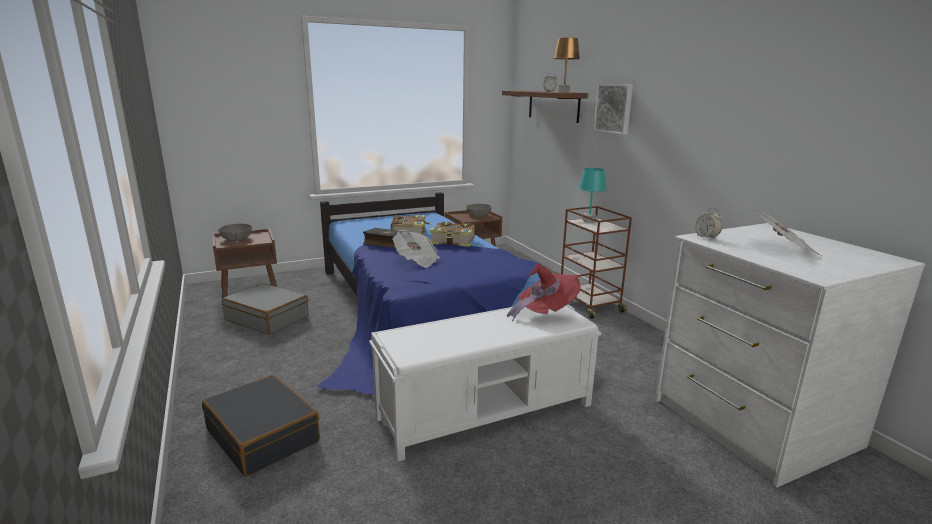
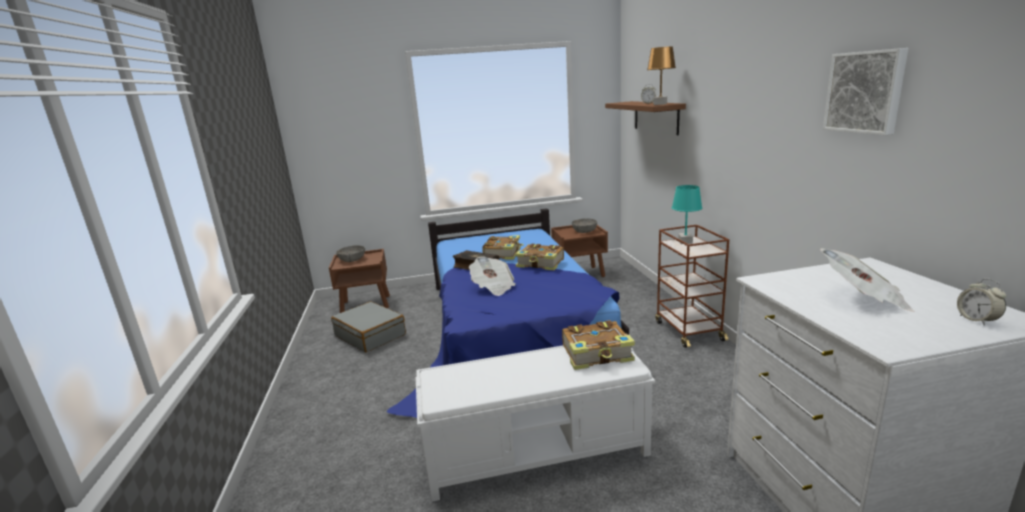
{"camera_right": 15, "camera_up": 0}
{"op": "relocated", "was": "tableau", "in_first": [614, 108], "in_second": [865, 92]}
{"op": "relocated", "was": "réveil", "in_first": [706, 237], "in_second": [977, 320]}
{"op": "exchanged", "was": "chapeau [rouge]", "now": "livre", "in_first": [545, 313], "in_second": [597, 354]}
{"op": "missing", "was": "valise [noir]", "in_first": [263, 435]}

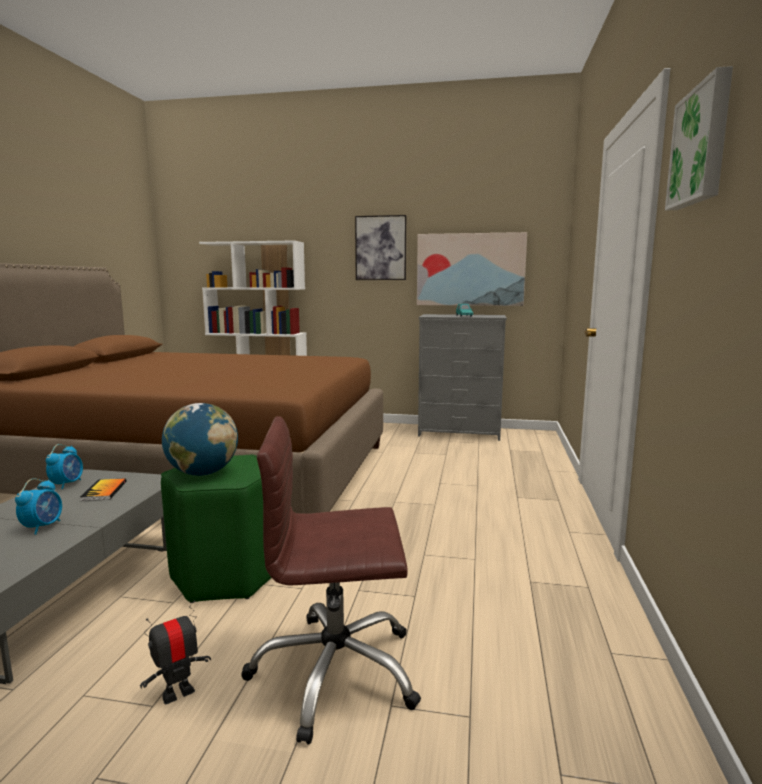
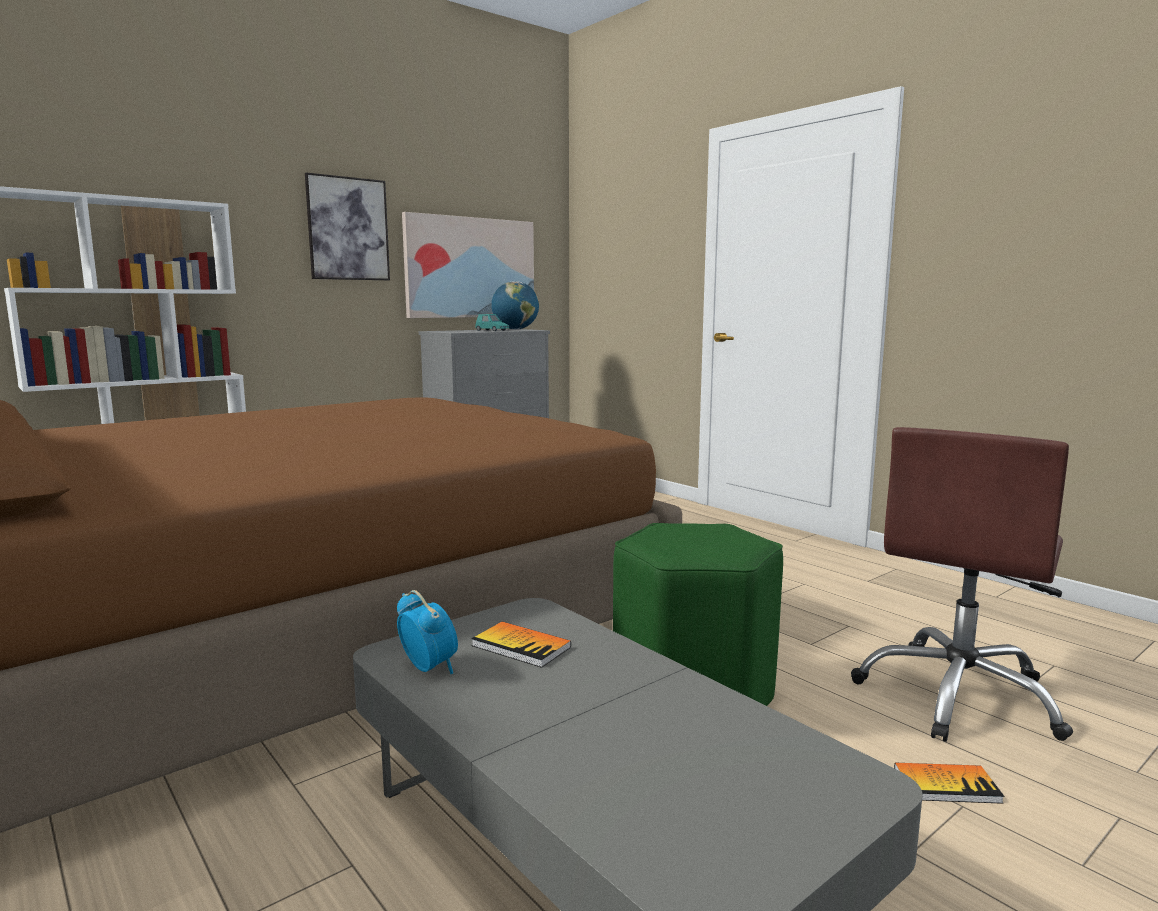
{"camera_right": -50, "camera_up": 0}
{"op": "missing", "was": "tableau", "in_first": [702, 146]}
{"op": "relocated", "was": "globe", "in_first": [202, 473], "in_second": [515, 329]}
{"op": "missing", "was": "réveil", "in_first": [43, 527]}
{"op": "exchanged", "was": "robot jouet", "now": "livre", "in_first": [178, 693], "in_second": [946, 785]}

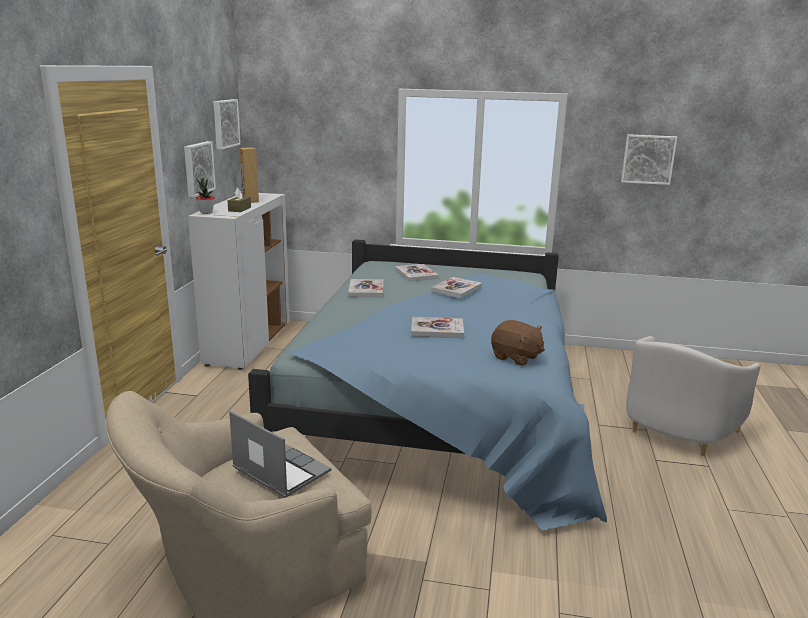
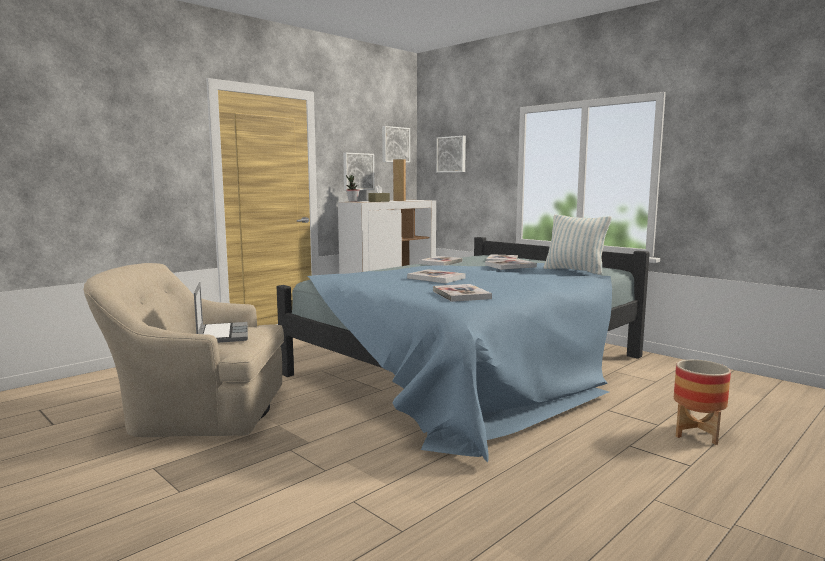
{"camera_right": 35, "camera_up": -10}
{"op": "relocated", "was": "tableau", "in_first": [648, 159], "in_second": [452, 154]}
{"op": "exchanged", "was": "peluche [marron]", "now": "livre", "in_first": [516, 357], "in_second": [461, 295]}
{"op": "exchanged", "was": "fauteuil [blanc]", "now": "cache-pot", "in_first": [677, 431], "in_second": [696, 434]}
{"op": "appeared", "now": "coussin", "in_second": [575, 271]}

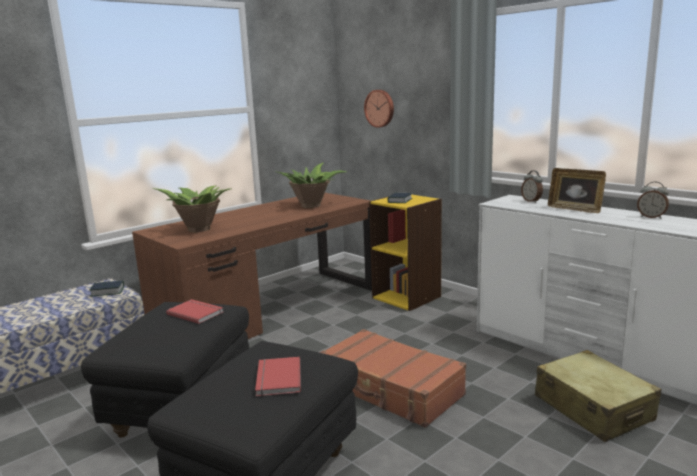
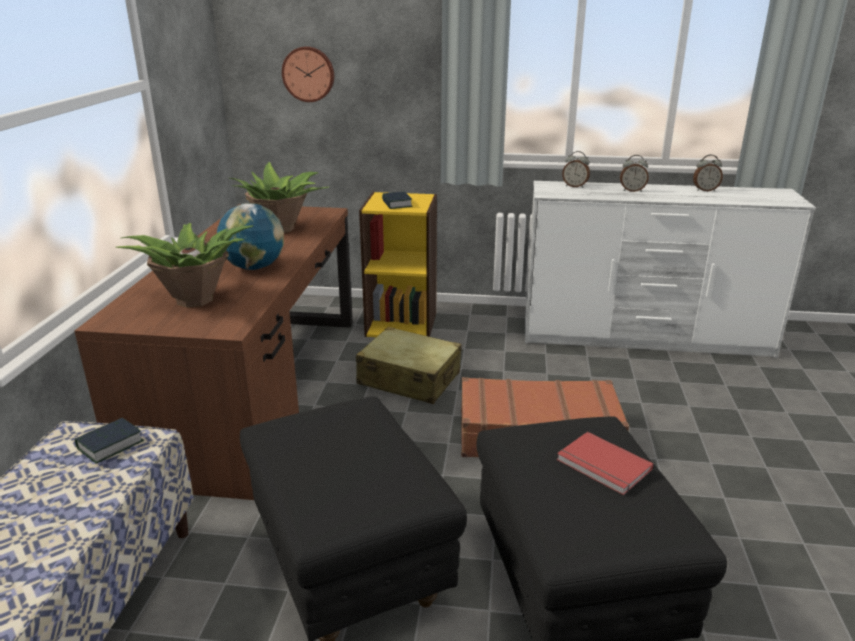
{"camera_right": -40, "camera_up": 10}
{"op": "exchanged", "was": "cadre photo", "now": "réveil", "in_first": [575, 209], "in_second": [632, 190]}
{"op": "missing", "was": "livre [rouge]", "in_first": [196, 313]}
{"op": "relocated", "was": "valise [beige]", "in_first": [593, 408], "in_second": [409, 379]}
{"op": "appeared", "now": "globe", "in_second": [254, 267]}

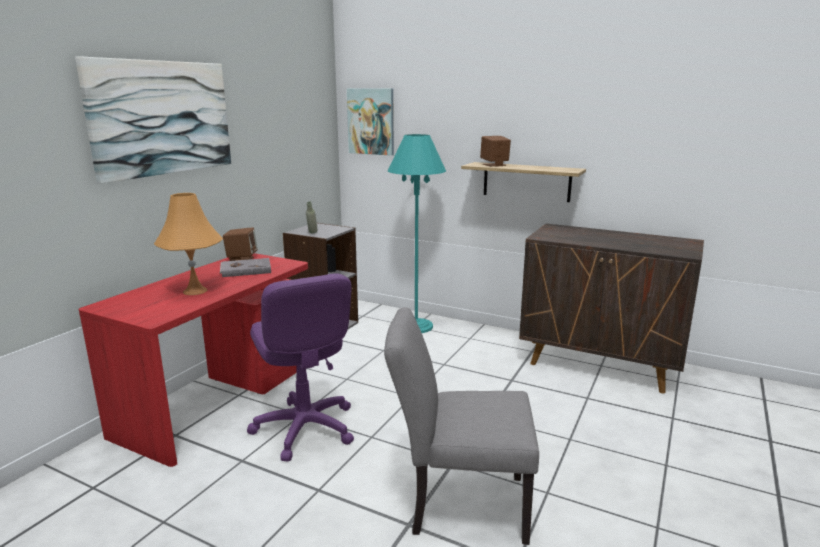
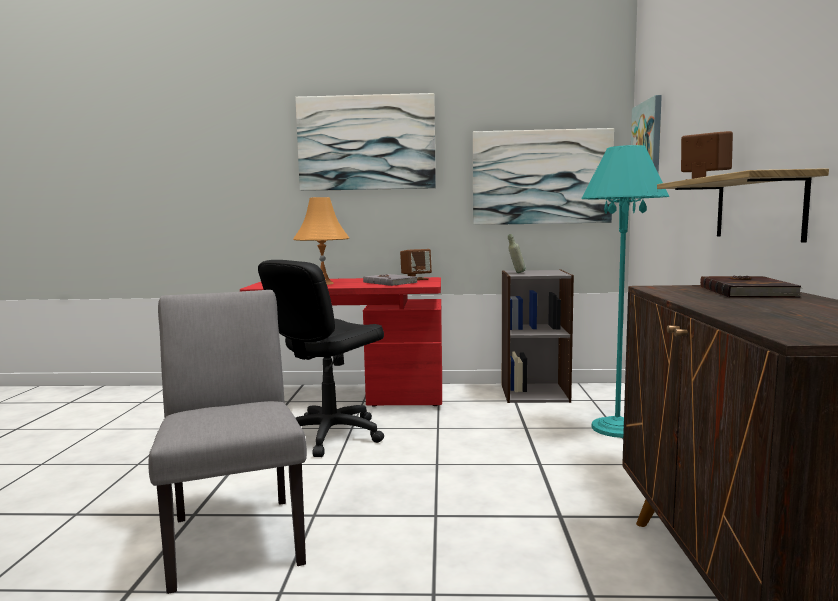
{"camera_right": 65, "camera_up": -10}
{"op": "colour", "was": "chaise de bureau [violet]", "now": "chaise de bureau [noir]", "in_first": [304, 428], "in_second": [329, 435]}
{"op": "appeared", "now": "tableau", "in_second": [541, 177]}
{"op": "appeared", "now": "livre [marron]", "in_second": [748, 291]}

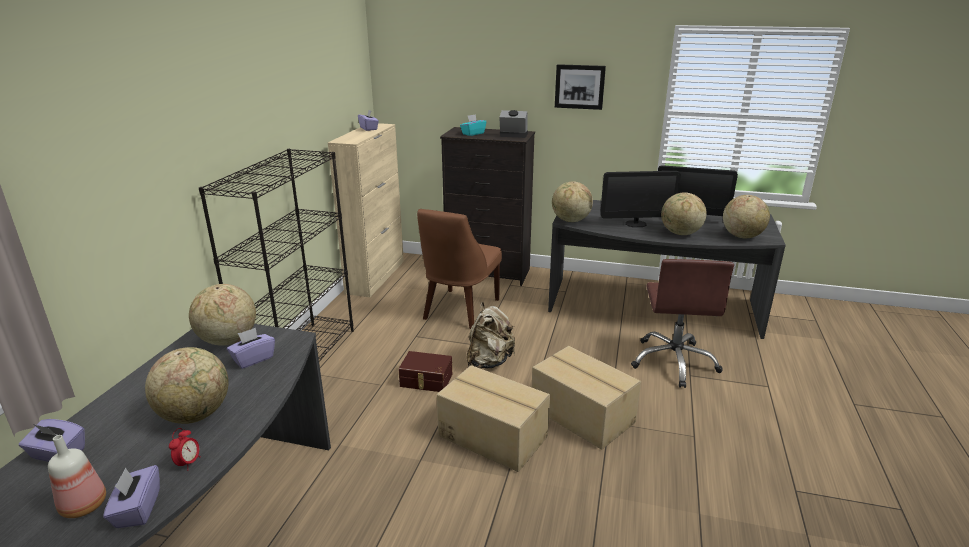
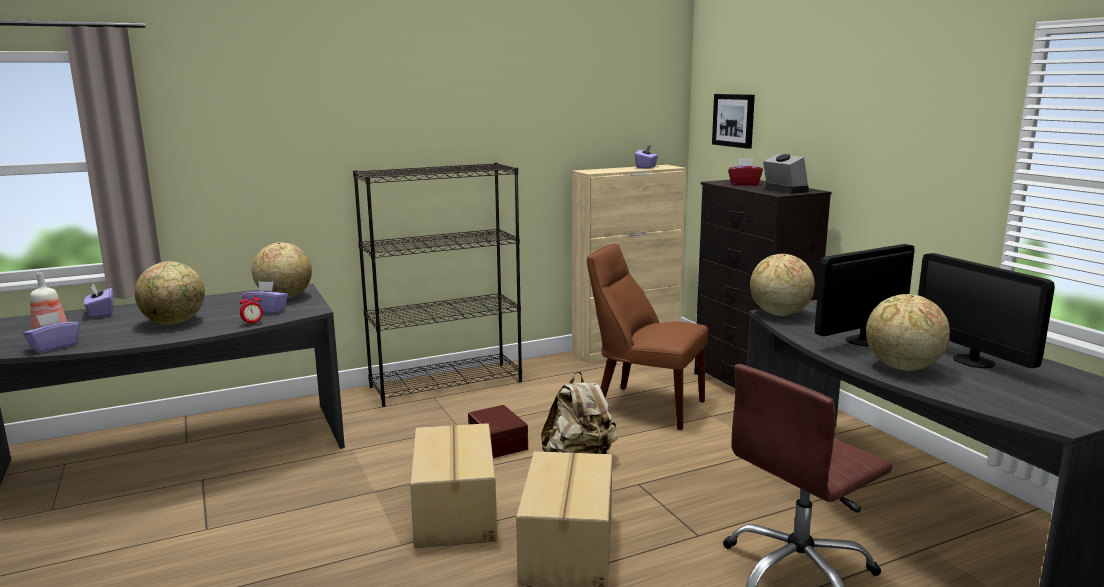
{"camera_right": 50, "camera_up": -10}
{"op": "relocated", "was": "tableau", "in_first": [579, 86], "in_second": [734, 120]}
{"op": "colour", "was": "boîte à mouchoirs [turquoise]", "now": "boîte à mouchoirs [rouge]", "in_first": [473, 133], "in_second": [744, 184]}
{"op": "spun", "was": "écran d'ordinateur", "in_first": [635, 224], "in_second": [863, 340], "clockwise": 105}
{"op": "missing", "was": "globe", "in_first": [742, 236]}
{"op": "spun", "was": "chaise [marron]", "in_first": [459, 310], "in_second": [644, 406], "clockwise": 45}
{"op": "relocated", "was": "réveil", "in_first": [188, 463], "in_second": [253, 324]}

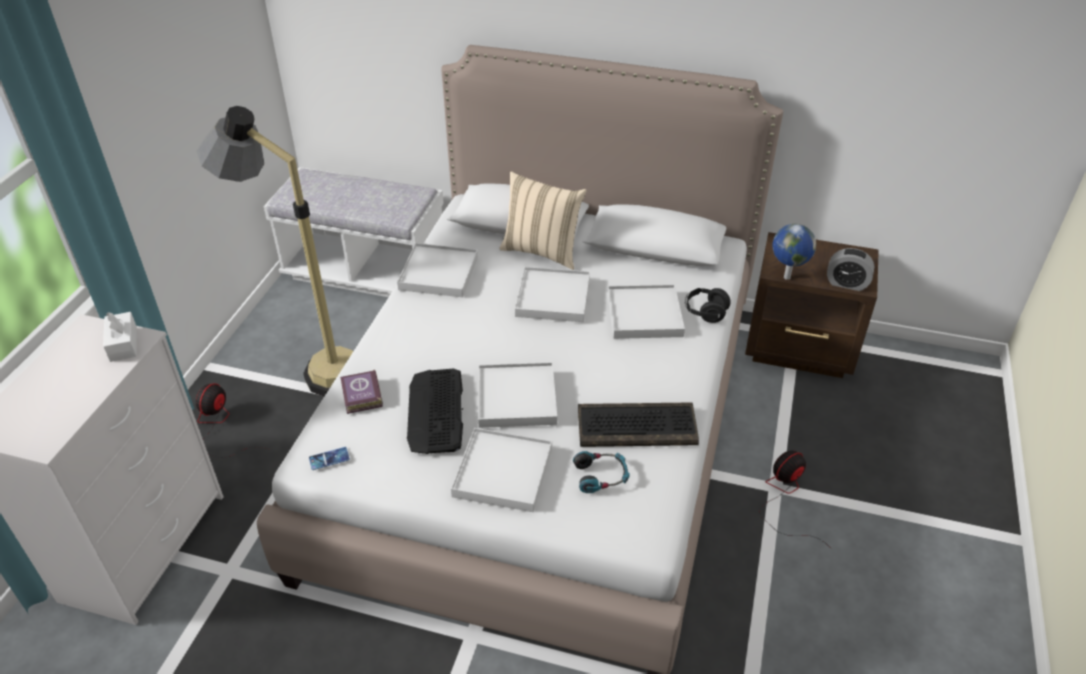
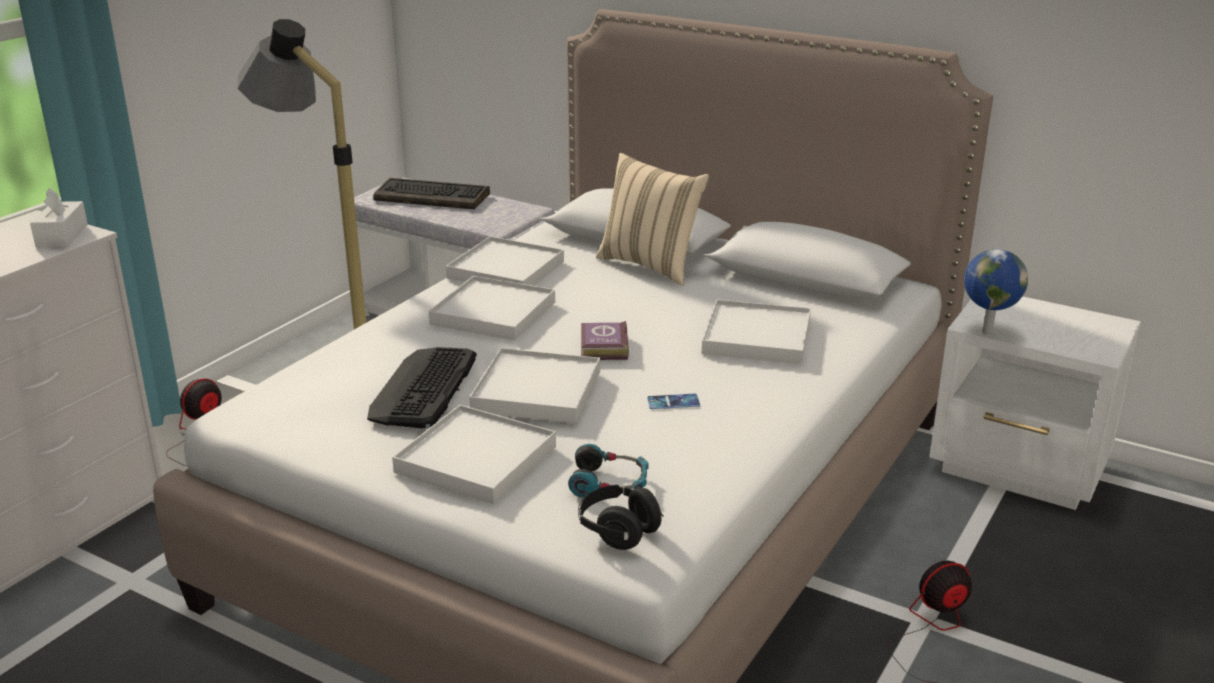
{"camera_right": 15, "camera_up": -15}
{"op": "colour", "was": "table de chevet [marron]", "now": "table de chevet [blanc]", "in_first": [800, 350], "in_second": [1020, 469]}
{"op": "missing", "was": "réveil", "in_first": [846, 283]}
{"op": "relocated", "was": "plateau [blanc]", "in_first": [552, 298], "in_second": [493, 313]}
{"op": "relocated", "was": "casque audio [noir]", "in_first": [705, 312], "in_second": [618, 531]}
{"op": "relocated", "was": "livre", "in_first": [361, 396], "in_second": [603, 347]}
{"op": "relocated", "was": "clavier", "in_first": [637, 426], "in_second": [433, 197]}
{"op": "relocated", "was": "téléphone", "in_first": [329, 458], "in_second": [673, 402]}

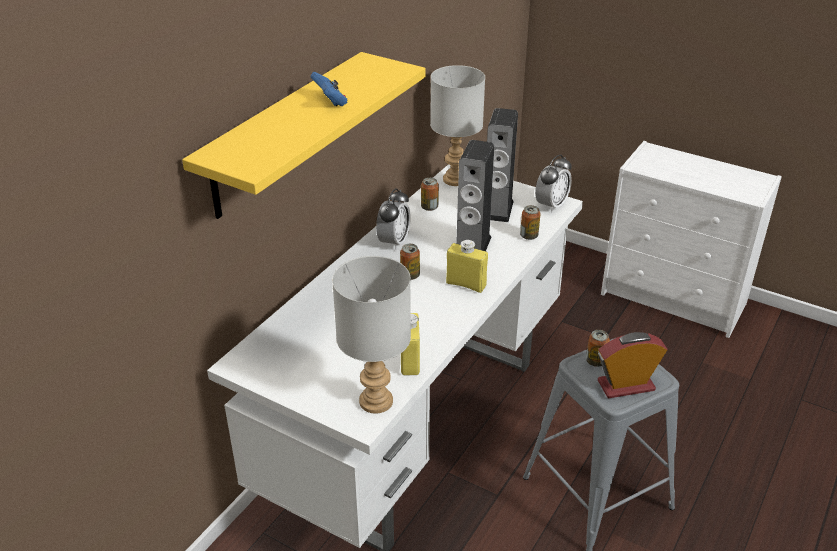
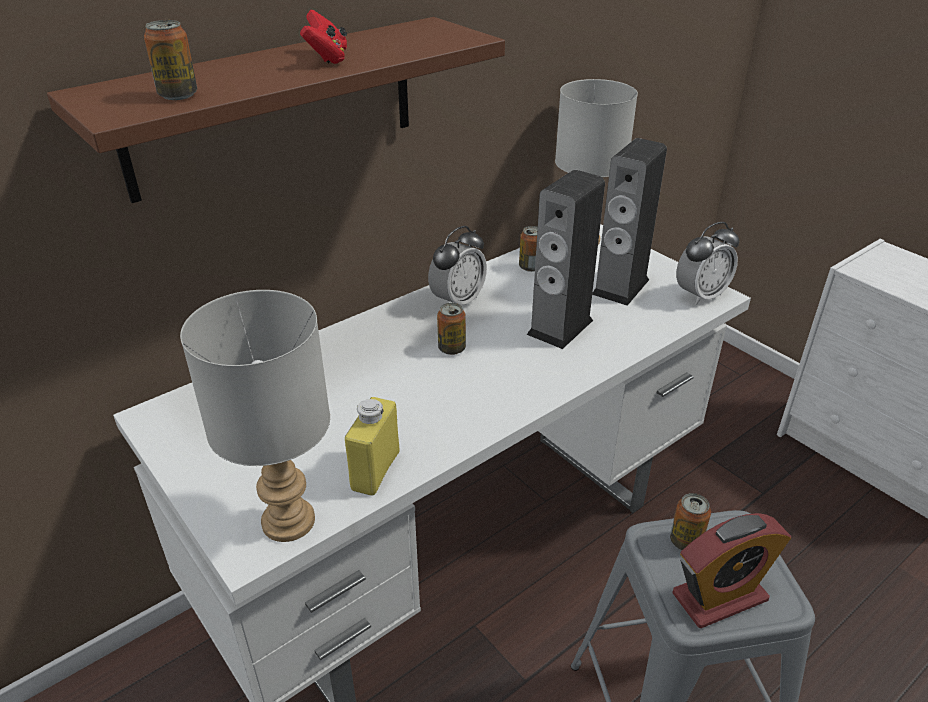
{"camera_right": 20, "camera_up": 0}
{"op": "colour", "was": "étagère [jaune]", "now": "étagère [marron]", "in_first": [284, 134], "in_second": [274, 106]}
{"op": "colour", "was": "manette [bleu]", "now": "manette [rouge]", "in_first": [330, 102], "in_second": [327, 58]}
{"op": "relocated", "was": "boîte métallique", "in_first": [529, 236], "in_second": [178, 95]}
{"op": "missing", "was": "bouteille [jaune]", "in_first": [466, 284]}
{"op": "spun", "was": "réveil", "in_first": [626, 385], "in_second": [719, 597], "clockwise": 150}

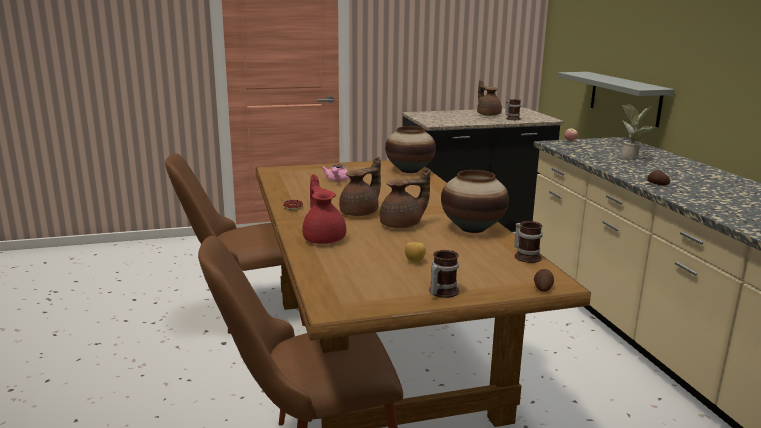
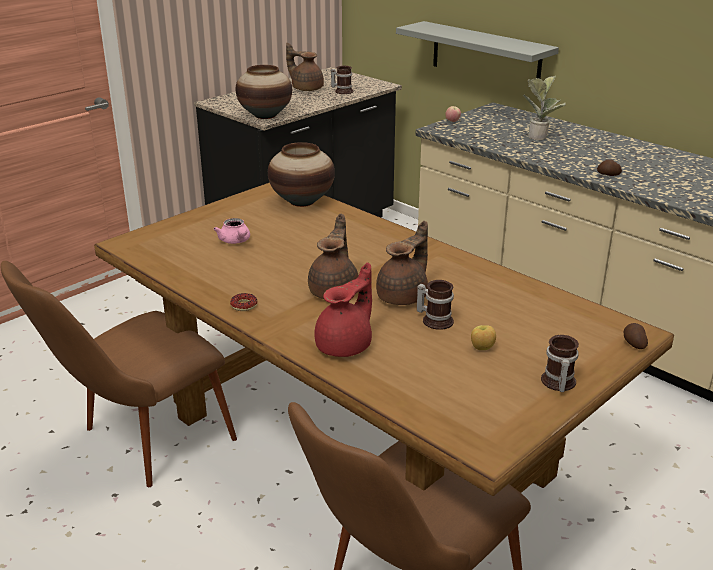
{"camera_right": -30, "camera_up": 10}
{"op": "relocated", "was": "vase", "in_first": [473, 228], "in_second": [265, 115]}
{"op": "spun", "was": "théière [rouge]", "in_first": [324, 238], "in_second": [346, 345], "clockwise": 90}
{"op": "relocated", "was": "mug", "in_first": [527, 256], "in_second": [435, 320]}

